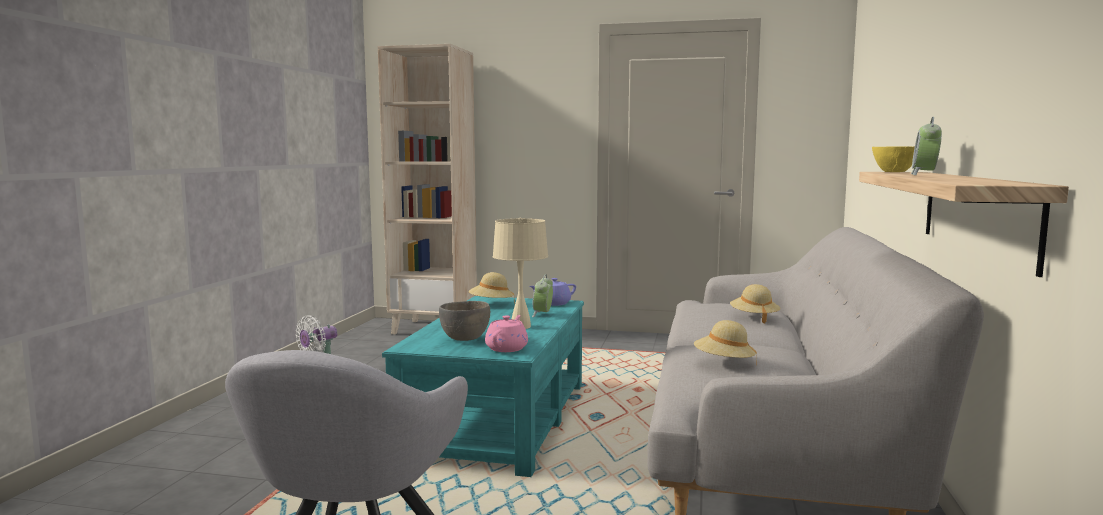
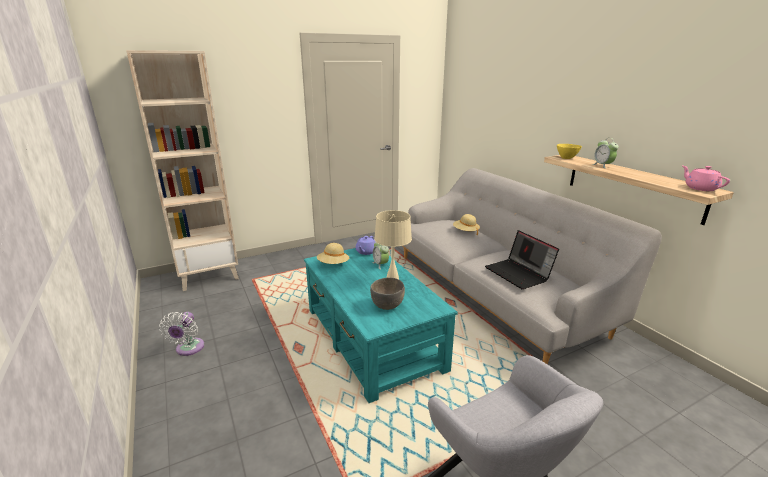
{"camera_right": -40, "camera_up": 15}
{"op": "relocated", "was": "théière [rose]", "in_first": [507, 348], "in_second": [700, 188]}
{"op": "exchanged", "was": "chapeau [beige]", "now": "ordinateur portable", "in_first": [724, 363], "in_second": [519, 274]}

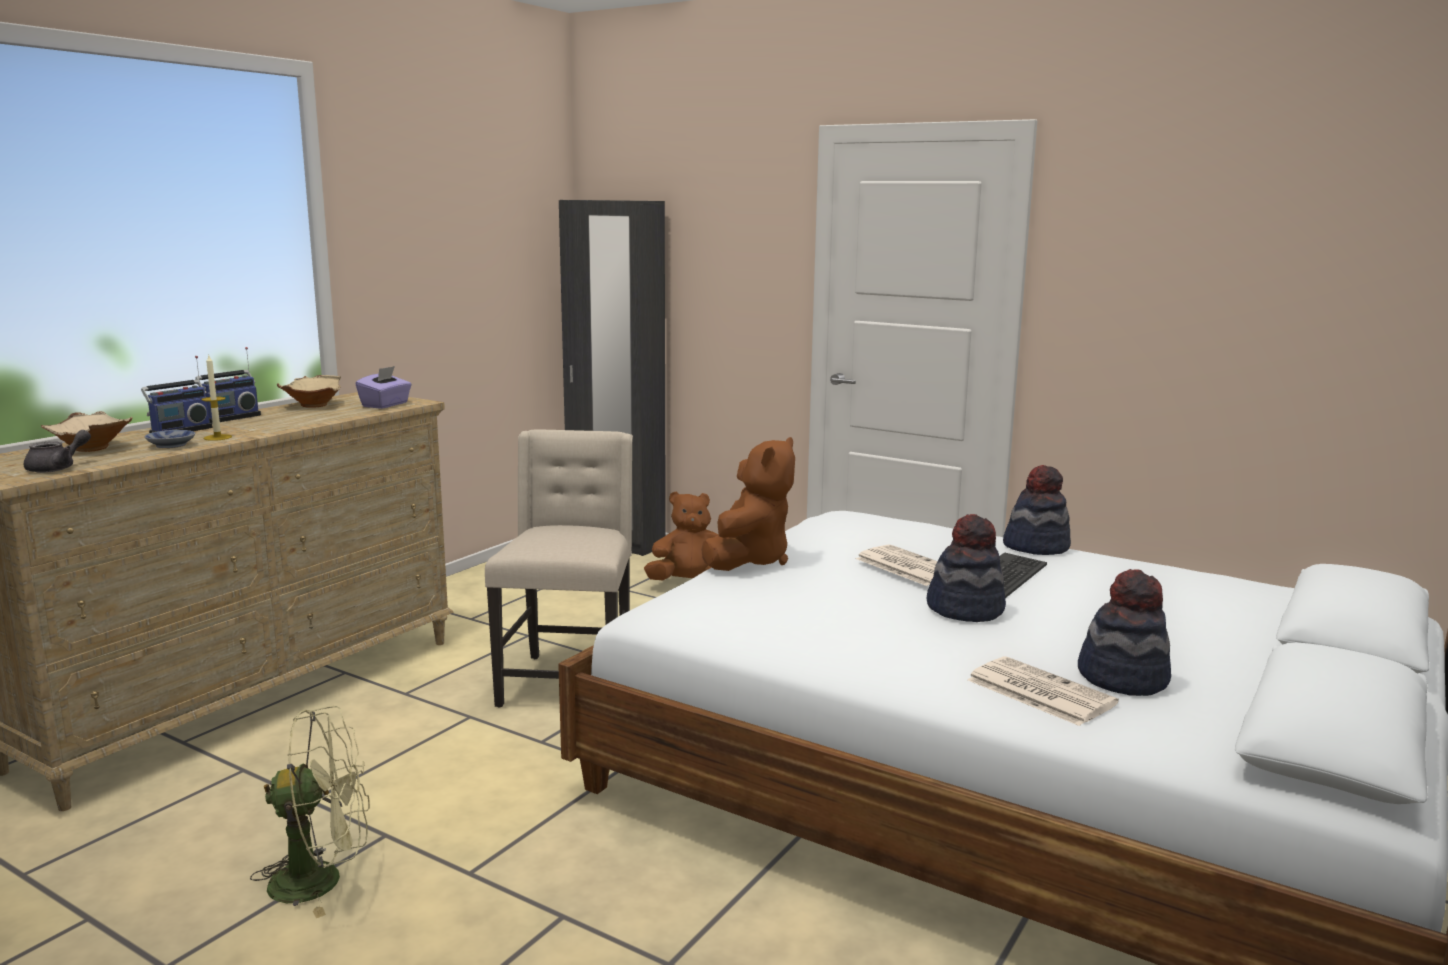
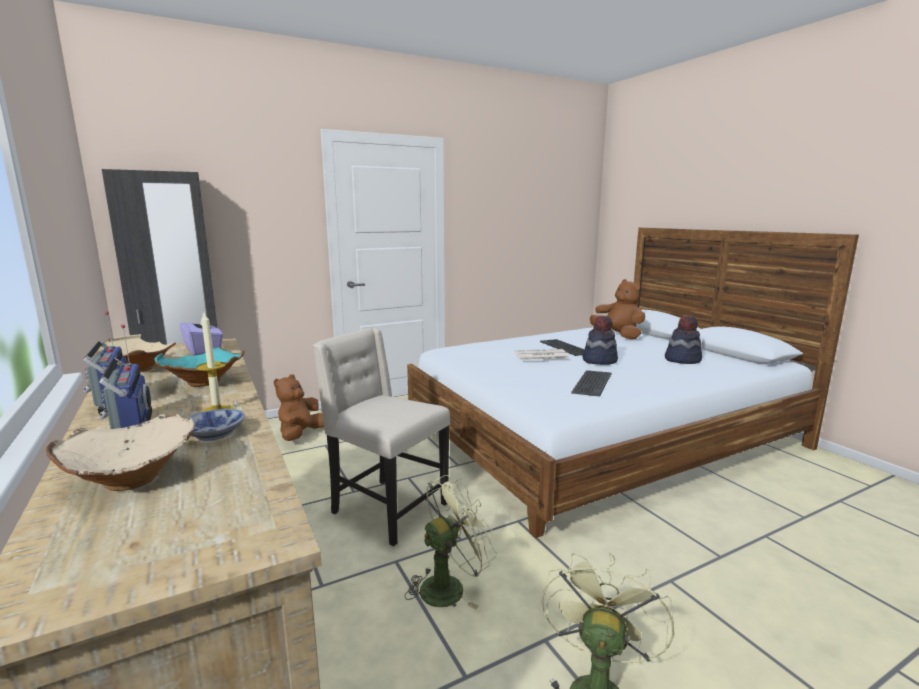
{"camera_right": -60, "camera_up": 0}
{"op": "missing", "was": "théière [gris]", "in_first": [58, 468]}
{"op": "relocated", "was": "peluche [marron]", "in_first": [749, 560], "in_second": [618, 335]}
{"op": "missing", "was": "chapeau", "in_first": [1036, 546]}
{"op": "missing", "was": "journal", "in_first": [1038, 692]}
{"op": "appeared", "now": "bol [turquoise]", "in_second": [204, 383]}
{"op": "appeared", "now": "clavier", "in_second": [591, 383]}
{"op": "appeared", "now": "ventilateur [vert]", "in_second": [449, 586]}

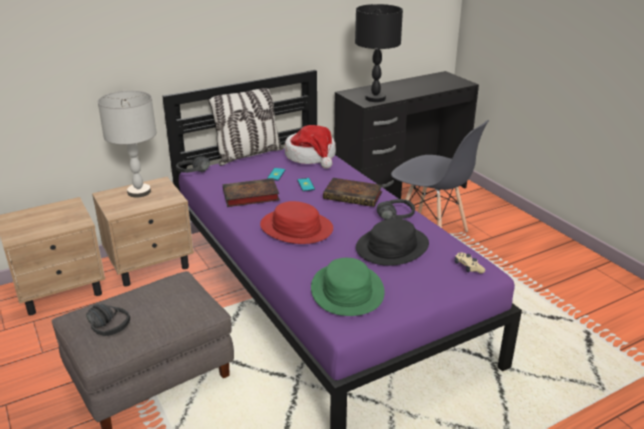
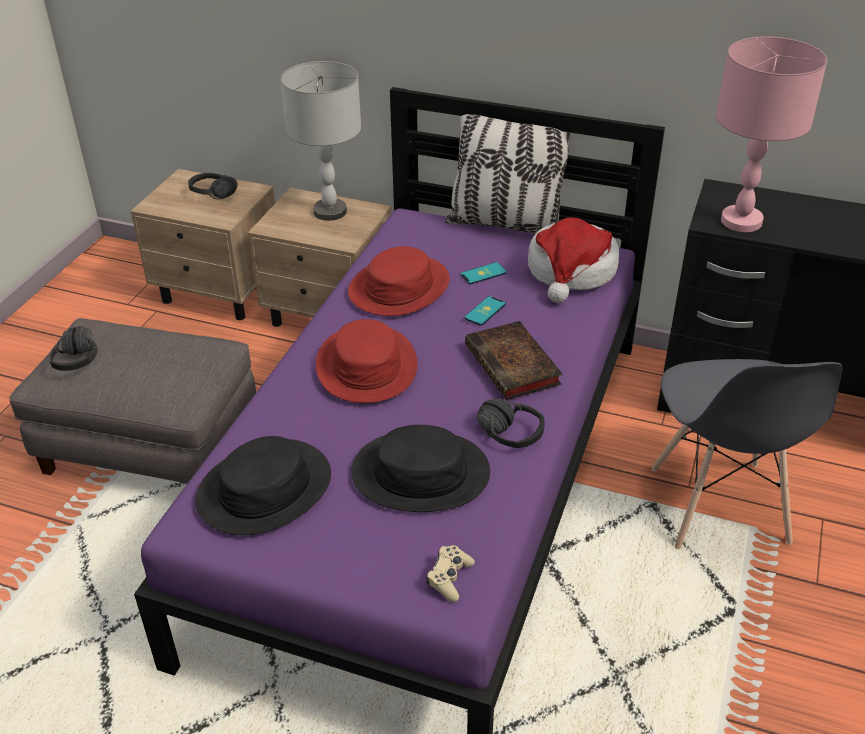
{"camera_right": 50, "camera_up": 10}
{"op": "colour", "was": "lampe de table [noir]", "now": "lampe de table [rose]", "in_first": [375, 98], "in_second": [741, 221]}
{"op": "relocated", "was": "casque audio [noir]", "in_first": [195, 174], "in_second": [210, 197]}
{"op": "exchanged", "was": "livre", "now": "chapeau [rouge]", "in_first": [249, 196], "in_second": [399, 287]}
{"op": "colour", "was": "chapeau [vert]", "now": "chapeau [noir]", "in_first": [347, 291], "in_second": [264, 488]}

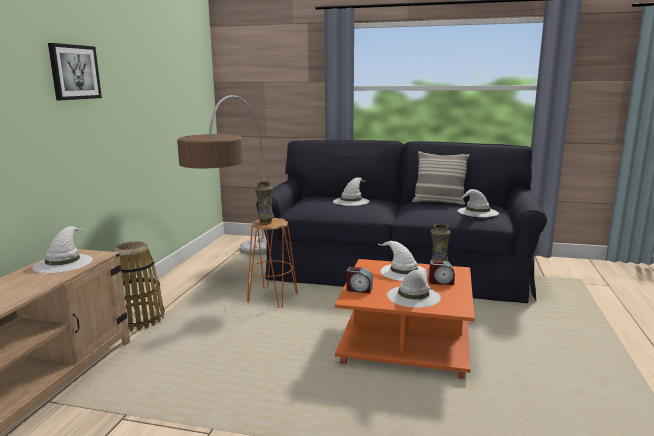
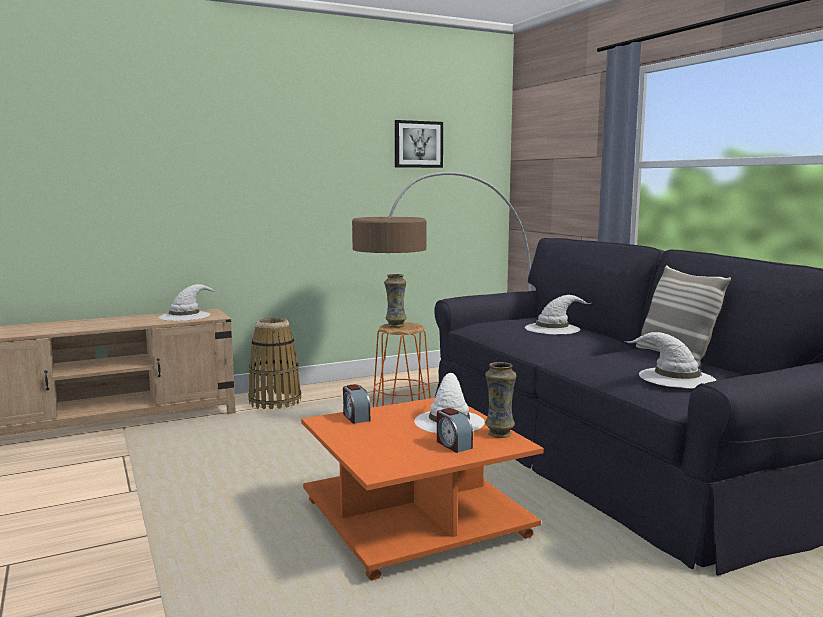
{"camera_right": 50, "camera_up": -5}
{"op": "relocated", "was": "tableau", "in_first": [74, 72], "in_second": [418, 144]}
{"op": "missing", "was": "chapeau [blanc]", "in_first": [414, 296]}

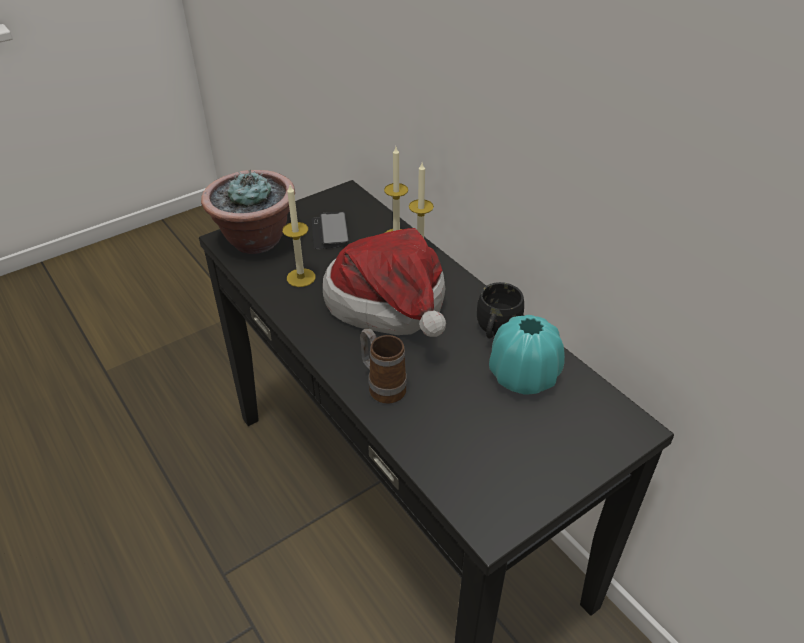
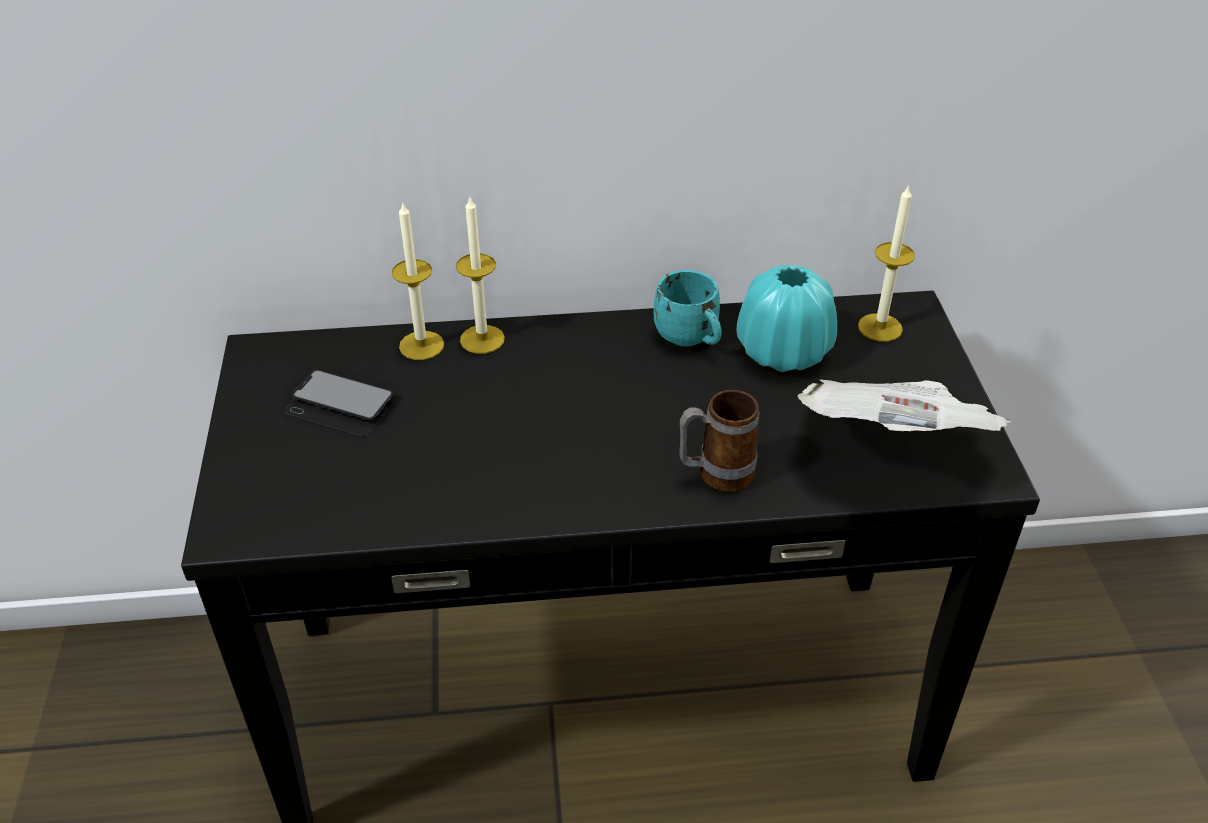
{"camera_right": -60, "camera_up": 0}
{"op": "missing", "was": "plante en pot", "in_first": [255, 239]}
{"op": "relocated", "was": "bougie", "in_first": [301, 277], "in_second": [880, 327]}
{"op": "missing", "was": "chapeau", "in_first": [391, 308]}
{"op": "colour", "was": "mug [noir]", "now": "mug [turquoise]", "in_first": [496, 331], "in_second": [690, 339]}
{"op": "appeared", "now": "journal", "in_second": [894, 444]}

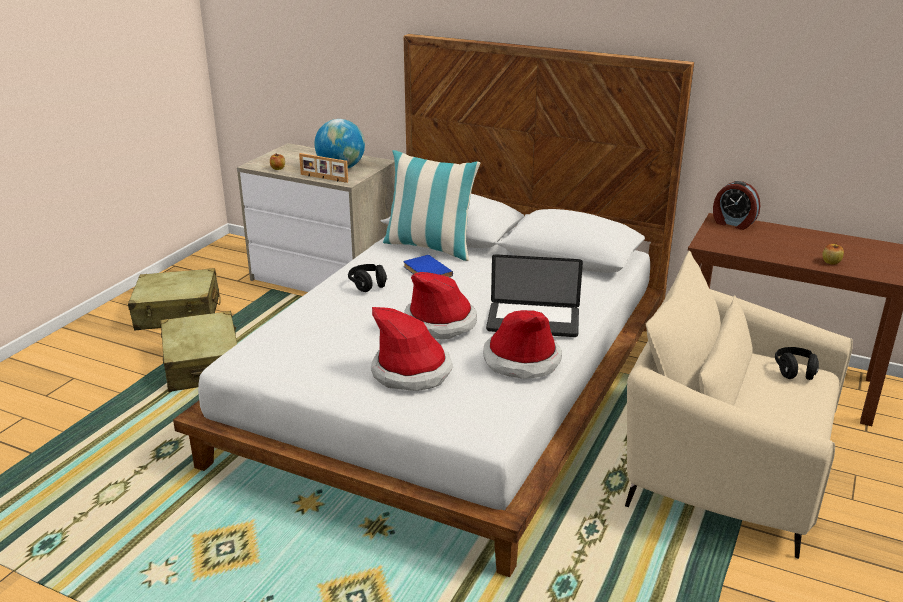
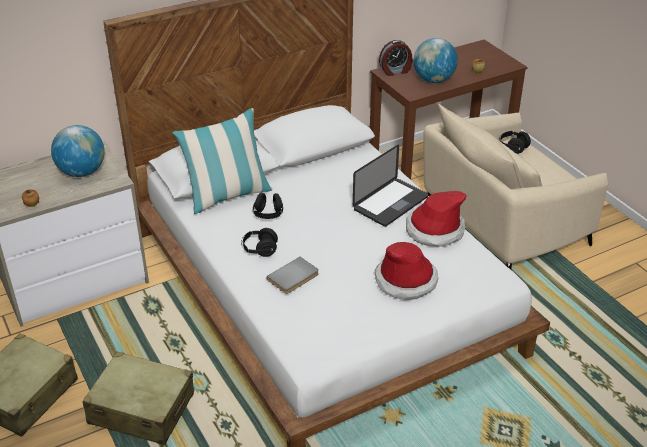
{"camera_right": -55, "camera_up": 10}
{"op": "missing", "was": "cadre photo", "in_first": [323, 178]}
{"op": "exchanged", "was": "livre [bleu]", "now": "casque audio [noir]", "in_first": [426, 271], "in_second": [268, 215]}
{"op": "missing", "was": "chapeau", "in_first": [440, 322]}
{"op": "appeared", "now": "globe", "in_second": [433, 80]}
{"op": "appeared", "now": "livre [gris]", "in_second": [294, 277]}

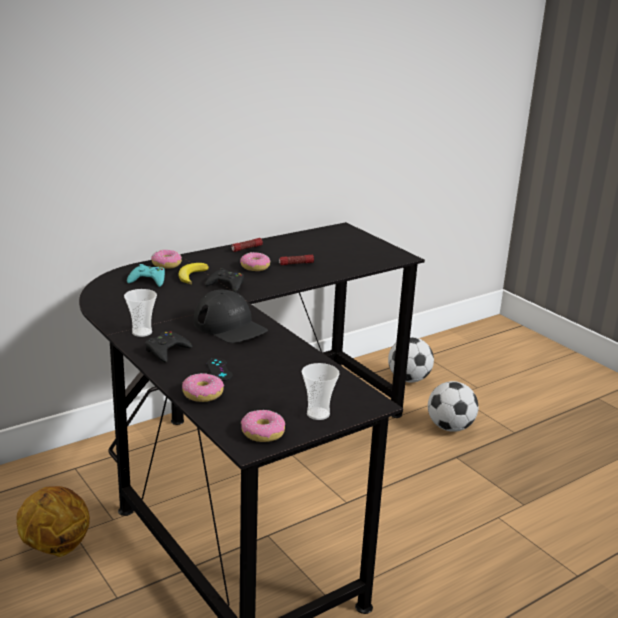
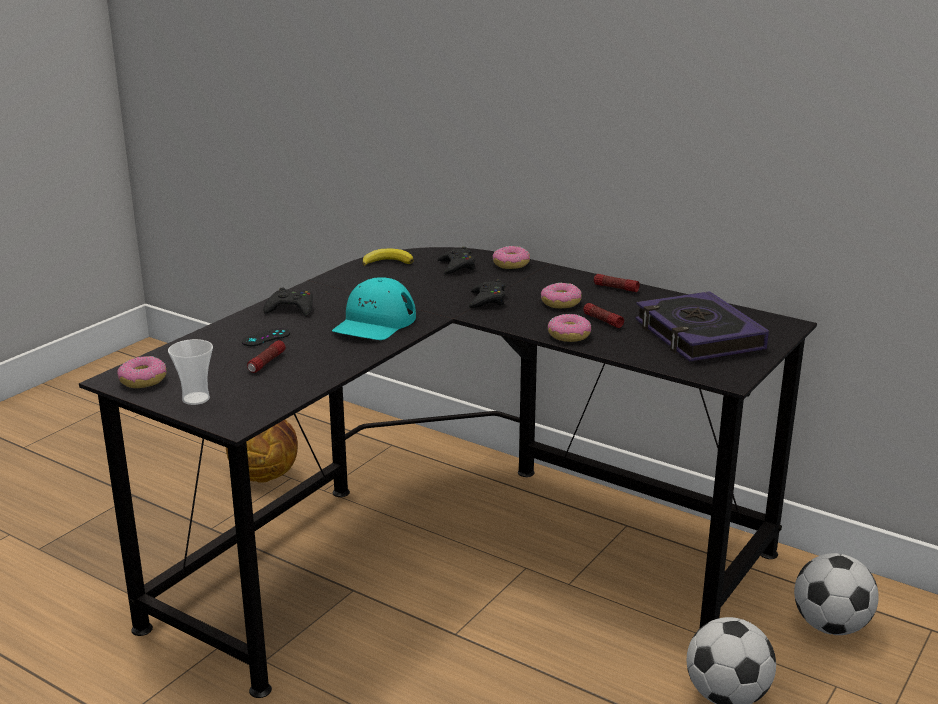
{"camera_right": 70, "camera_up": 0}
{"op": "relocated", "was": "banane", "in_first": [191, 276], "in_second": [387, 262]}
{"op": "colour", "was": "manette [turquoise]", "now": "manette [noir]", "in_first": [148, 280], "in_second": [457, 266]}
{"op": "missing", "was": "tasse", "in_first": [142, 332]}
{"op": "colour", "was": "casquette [noir]", "now": "casquette [turquoise]", "in_first": [230, 326], "in_second": [374, 323]}
{"op": "relocated", "was": "beignet", "in_first": [203, 394], "in_second": [569, 335]}
{"op": "appeared", "now": "livre", "in_second": [698, 335]}
{"op": "appeared", "now": "lampe de poche", "in_second": [266, 362]}

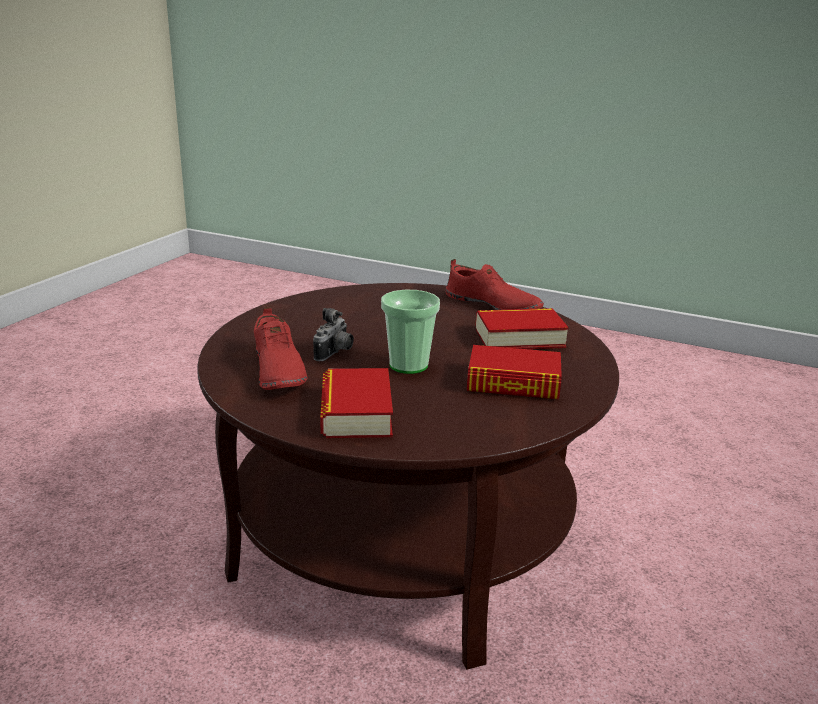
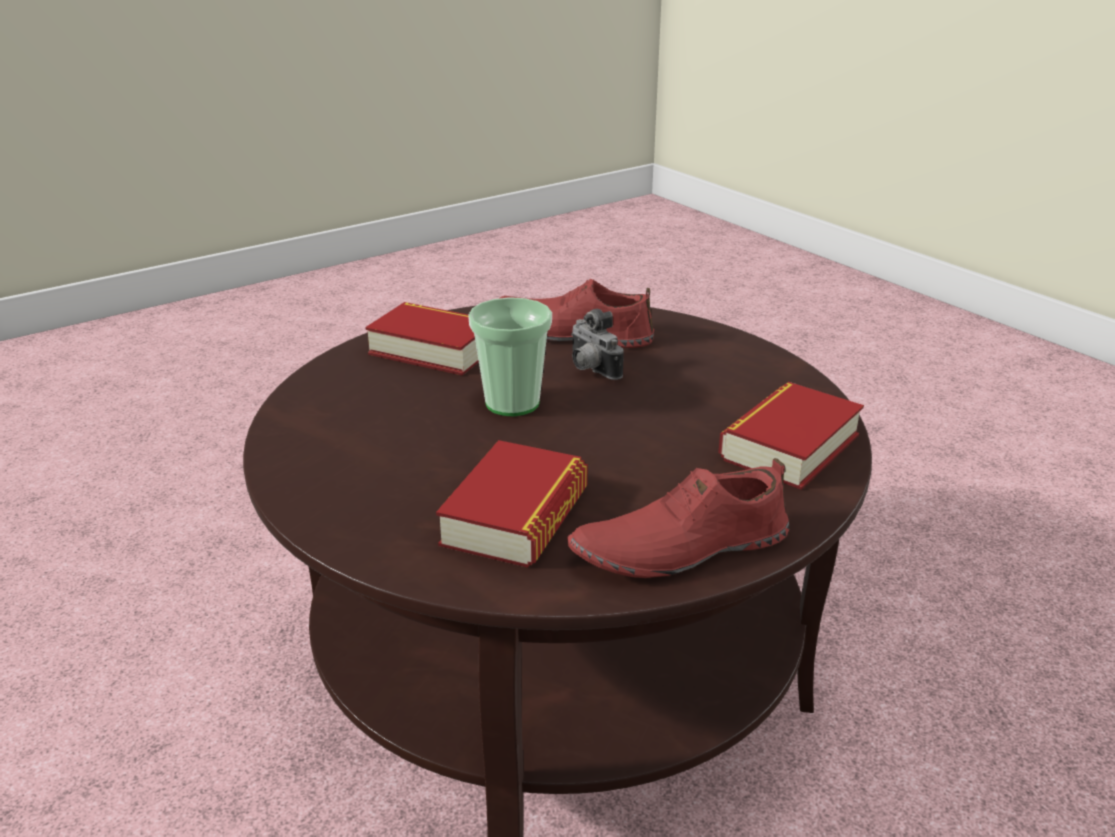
{"camera_right": 120, "camera_up": 5}
{"op": "relocated", "was": "livre", "in_first": [513, 383], "in_second": [789, 446]}

